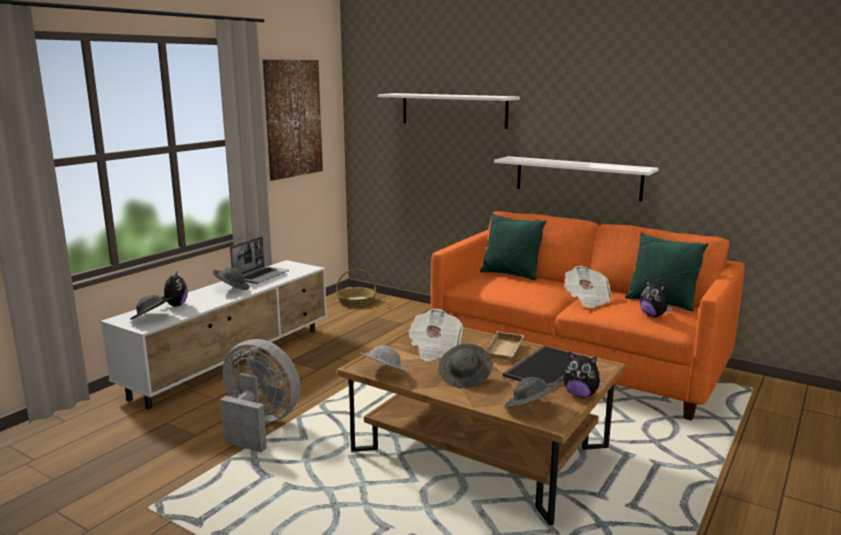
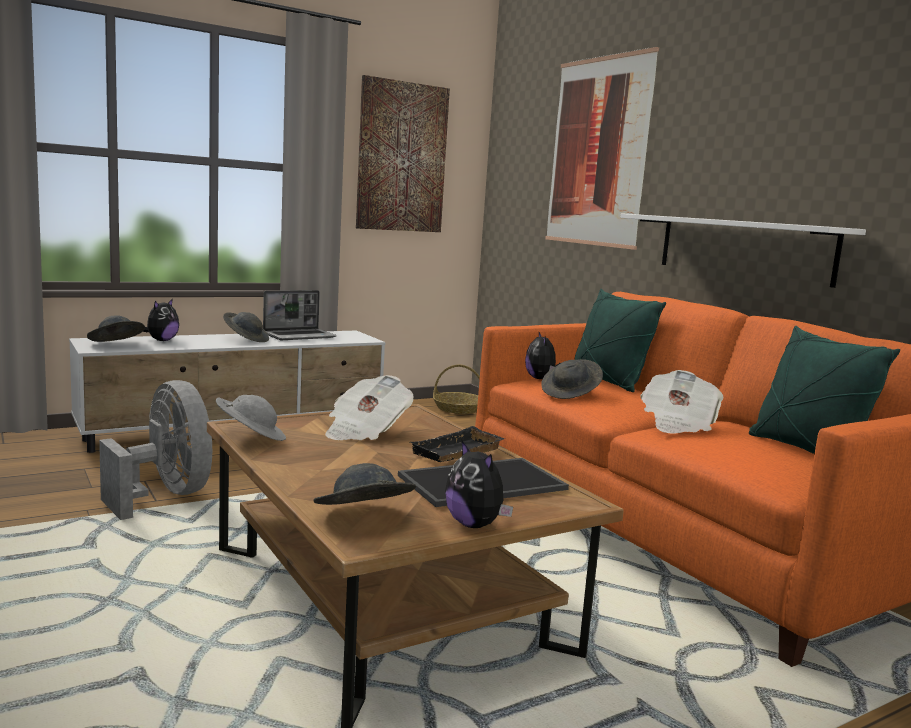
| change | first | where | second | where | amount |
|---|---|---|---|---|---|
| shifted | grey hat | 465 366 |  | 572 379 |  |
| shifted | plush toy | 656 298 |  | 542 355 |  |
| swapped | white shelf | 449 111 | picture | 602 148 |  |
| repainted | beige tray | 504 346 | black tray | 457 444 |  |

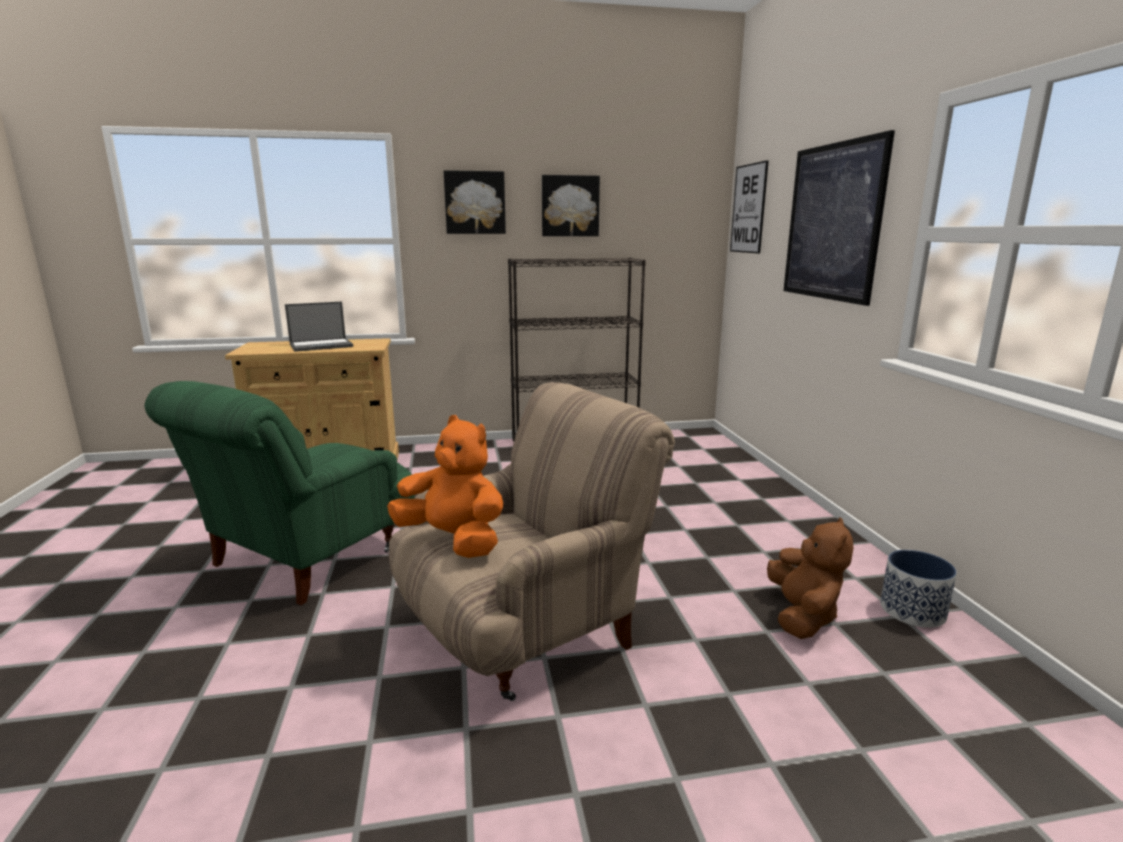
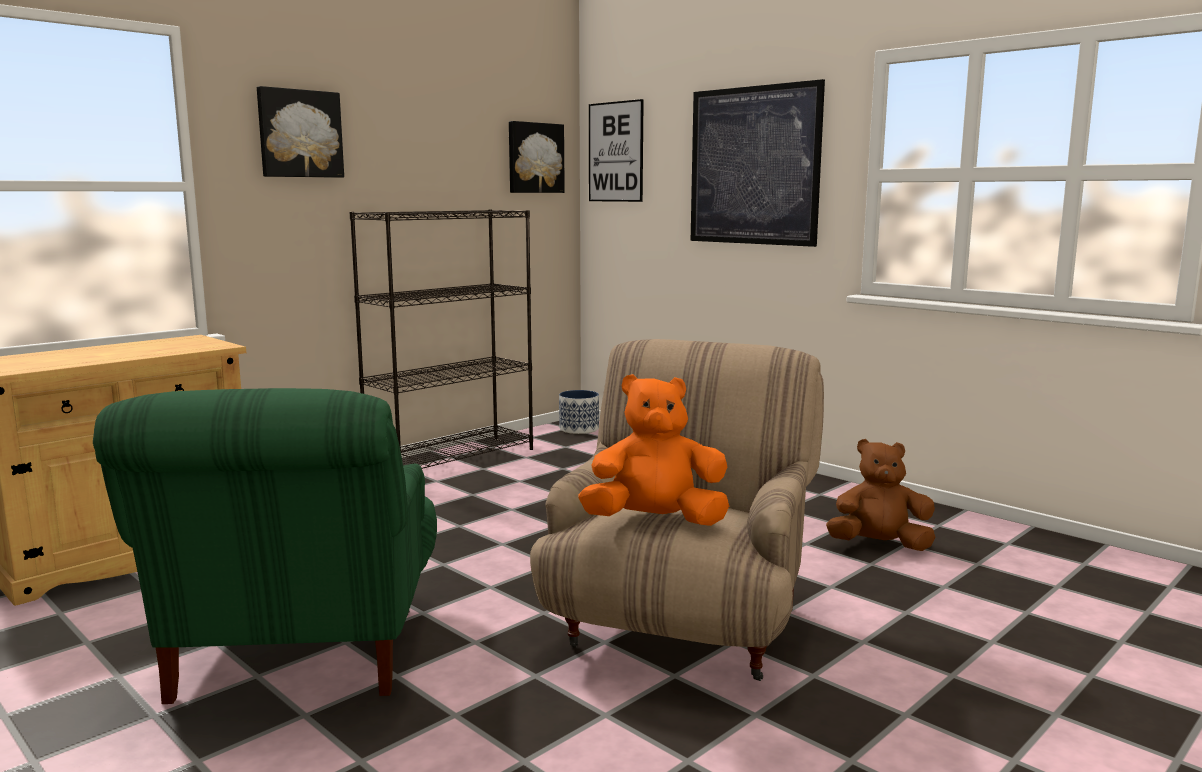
| change | first | where | second | where | amount |
|---|---|---|---|---|---|
| gone | laptop | 319 327 |  |  |  |
| shifted | picture | 571 205 |  | 537 157 |  |
| shifted | planter | 918 589 |  | 579 412 |  |
| rotated | brown plush toy | 810 578 |  | 880 495 | 60 degrees counterclockwise |

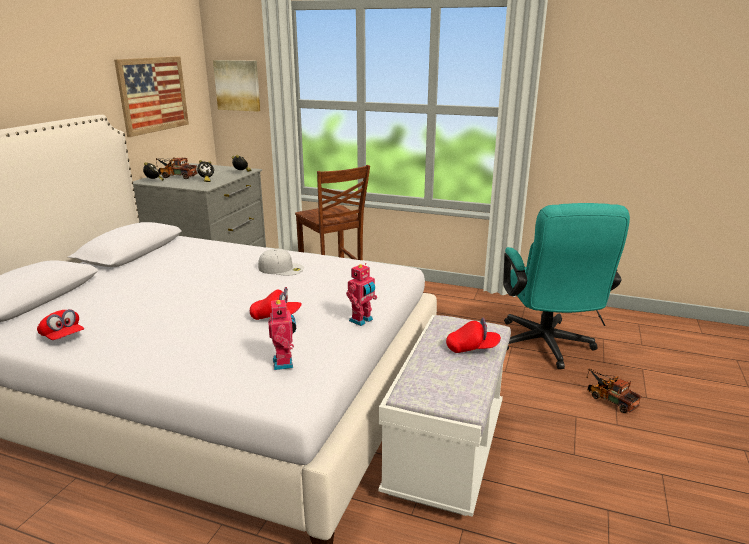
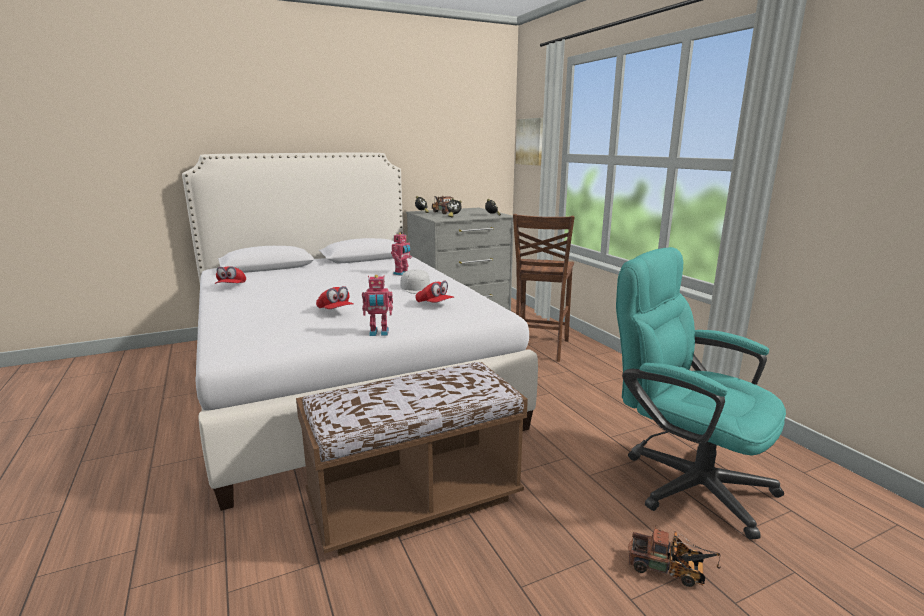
| change | first | where | second | where | amount |
|---|---|---|---|---|---|
| gone | picture | 151 96 |  |  |  |
| shifted | toy robot | 282 333 |  | 401 254 |  |
| shifted | red cap | 473 335 |  | 435 292 |  |
| repainted | white bench | 445 416 | brown bench | 412 459 |  |
| rotated | turquoise office chair | 566 286 |  | 701 393 | 90 degrees clockwise |
| rotated | toy truck | 614 391 |  | 674 556 | 105 degrees clockwise |

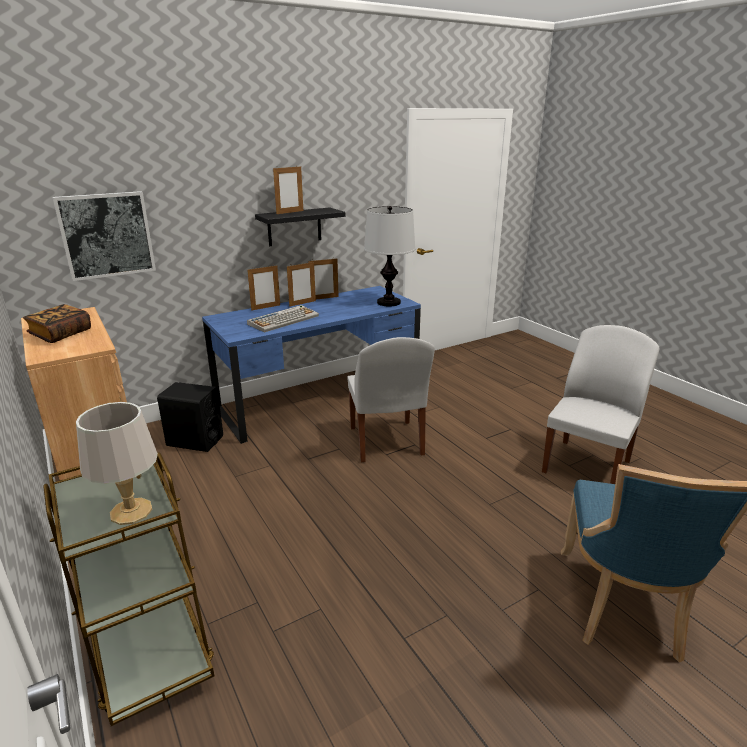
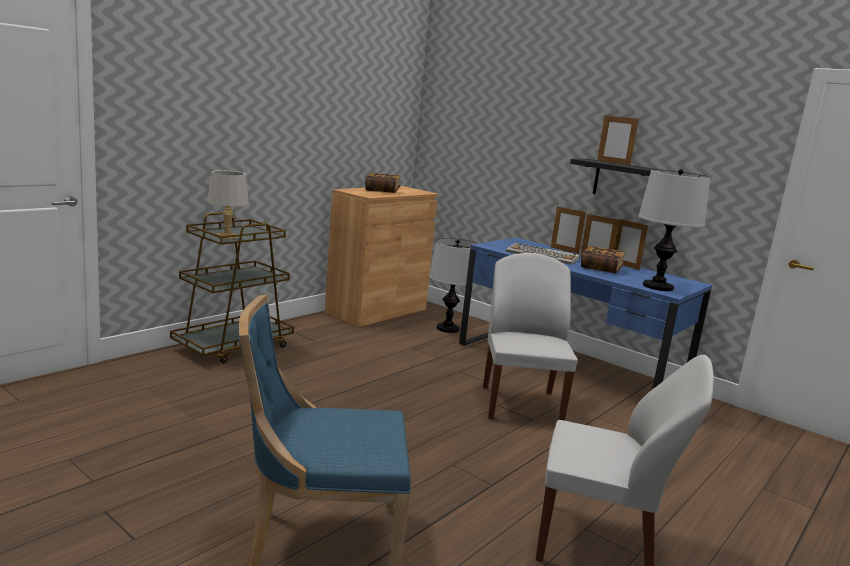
| change | first | where | second | where | amount |
|---|---|---|---|---|---|
| gone | picture | 104 236 |  |  |  |
| new |  |  | book | 603 259 |  |
| swapped | black speaker | 190 417 | table lamp | 453 285 |  |
| rotated | white chair | 391 399 |  | 530 337 | 120 degrees clockwise |

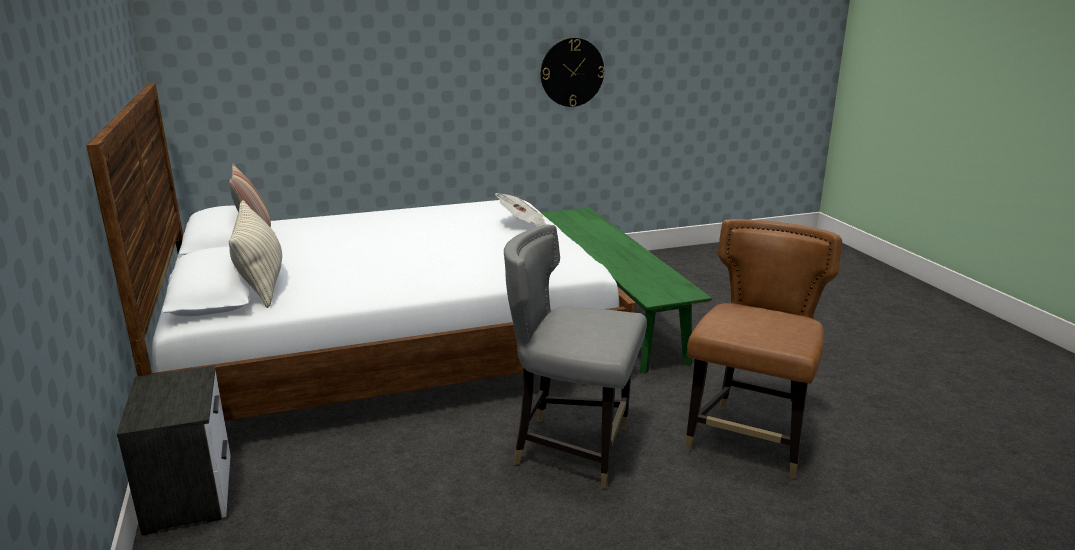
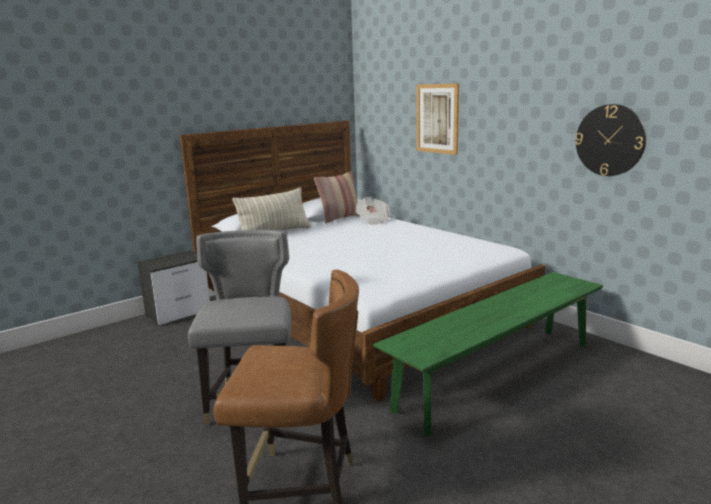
| change | first | where | second | where | amount |
|---|---|---|---|---|---|
| new |  |  | picture | 437 119 |  |
| shifted | newspaper | 520 209 |  | 372 211 |  |

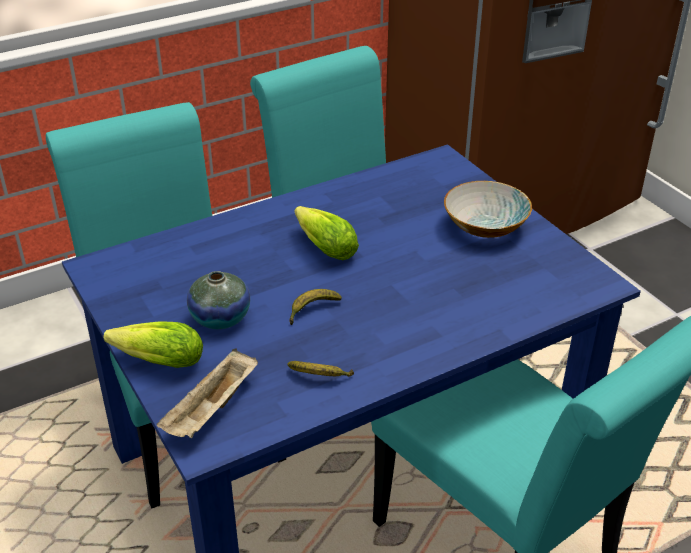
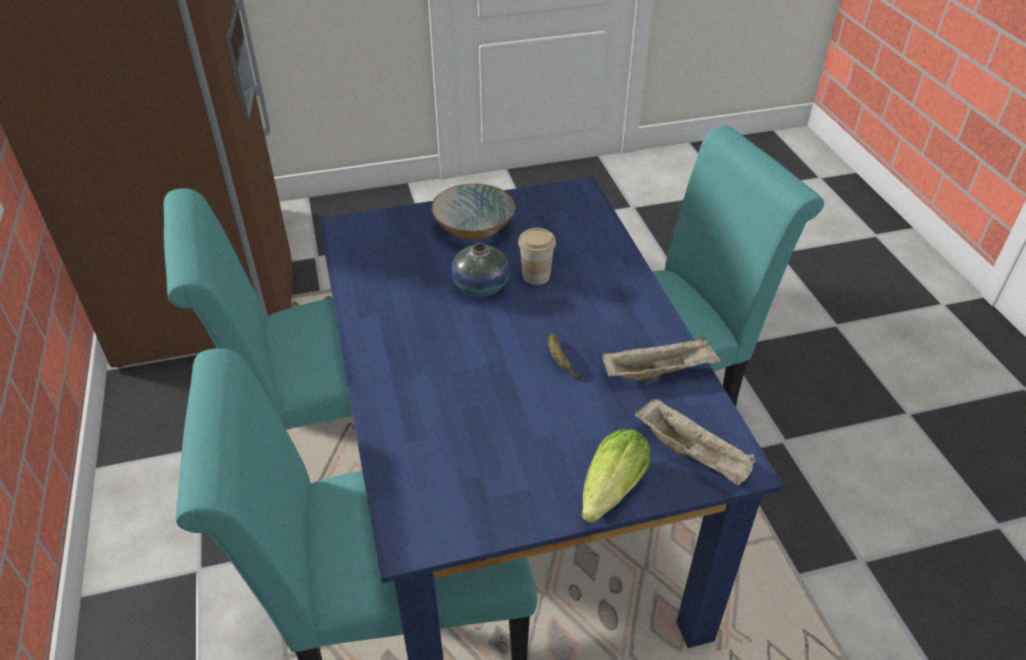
| change | first | where | second | where | amount |
|---|---|---|---|---|---|
| gone | lettuce | 326 233 |  |  |  |
| new |  |  | cup | 537 256 |  |
| shifted | vase | 218 300 |  | 480 270 |  |
| swapped | banana | 320 369 | beige tray | 661 358 |  |

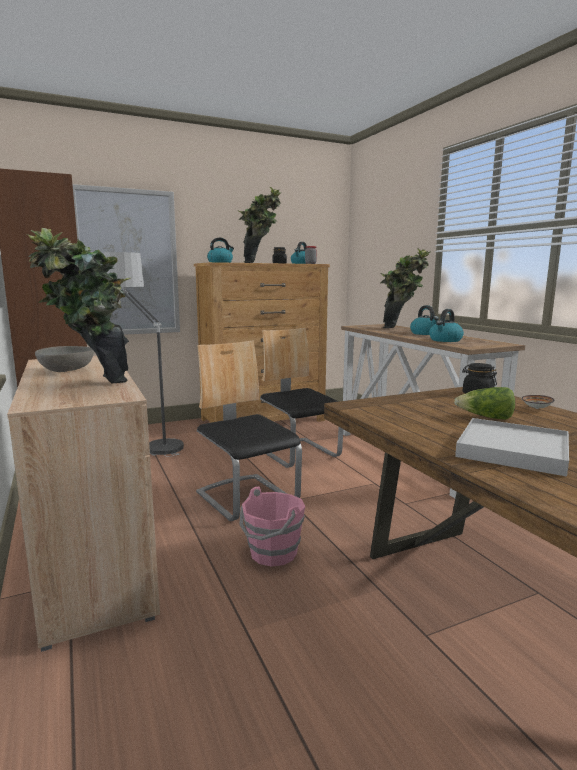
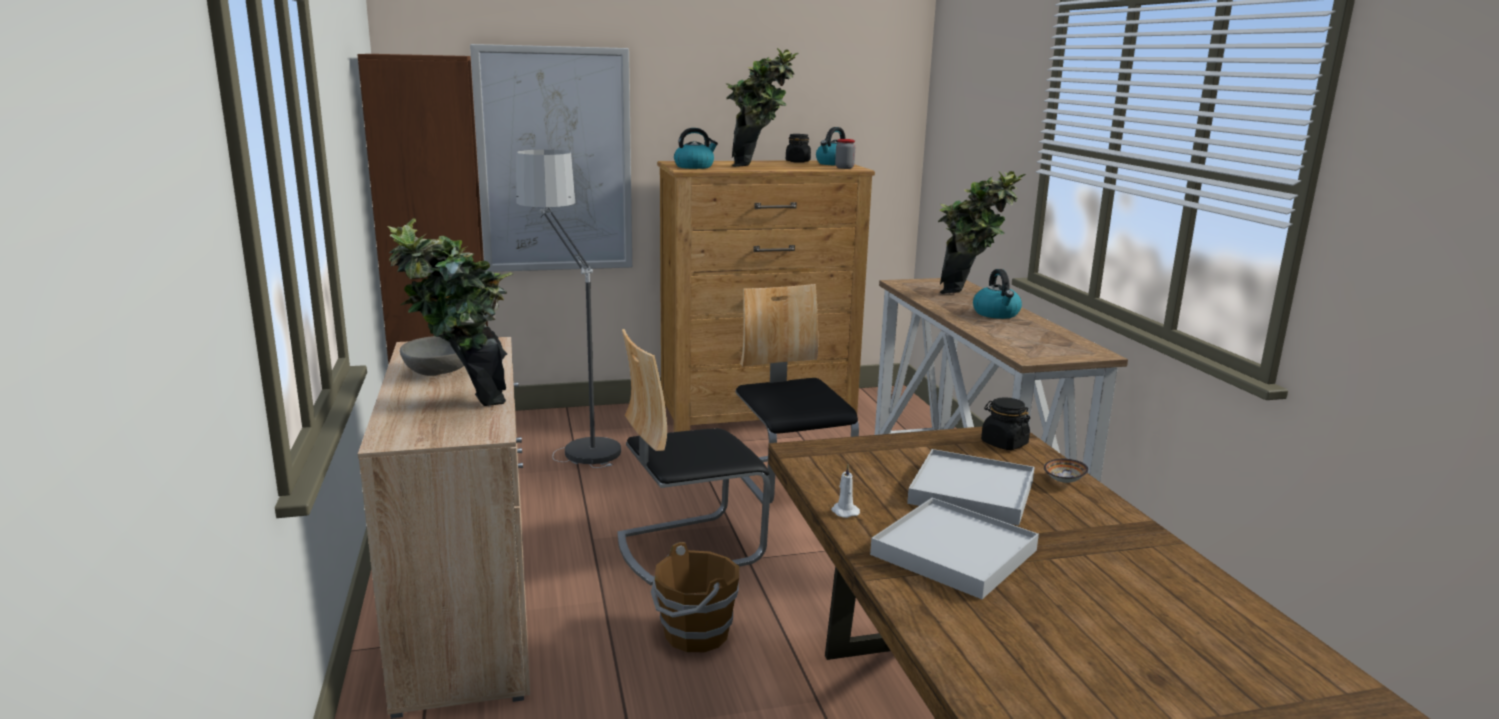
| change | first | where | second | where | amount |
|---|---|---|---|---|---|
| gone | kettle | 446 325 |  |  |  |
| new |  |  | white candle | 845 491 |  |
| swapped | lettuce | 484 403 | white tray | 971 487 |  |
| repainted | pink bucket | 272 526 | brown bucket | 695 597 |  |
| rotated | chair | 249 430 |  | 694 457 | 90 degrees counterclockwise |

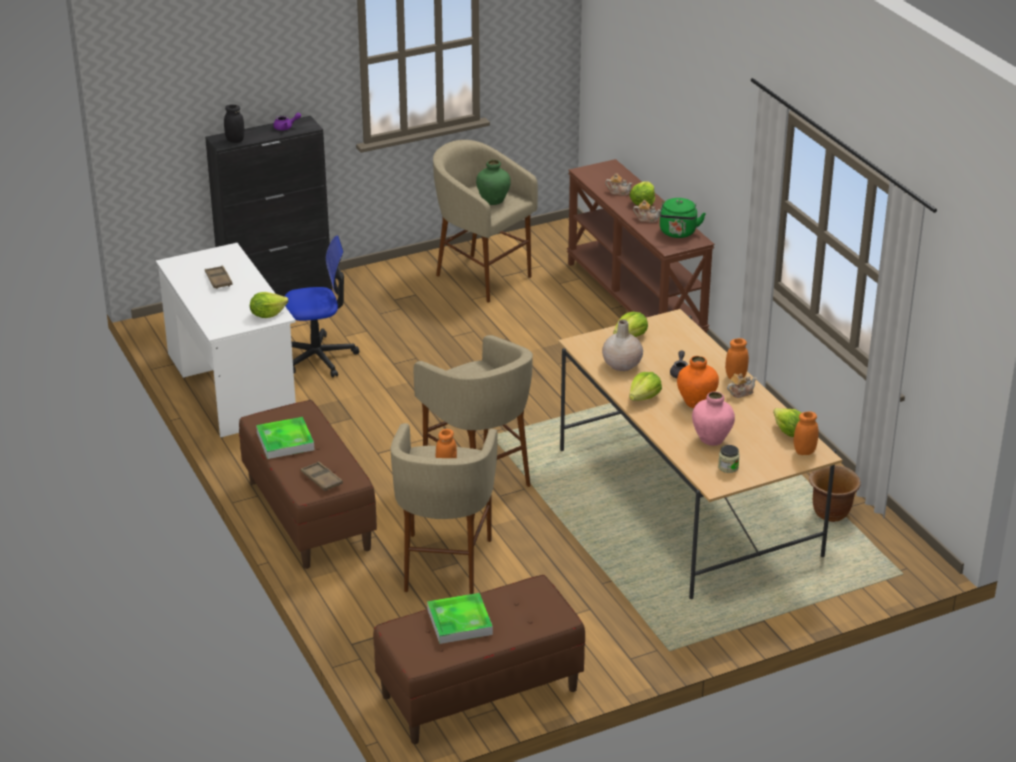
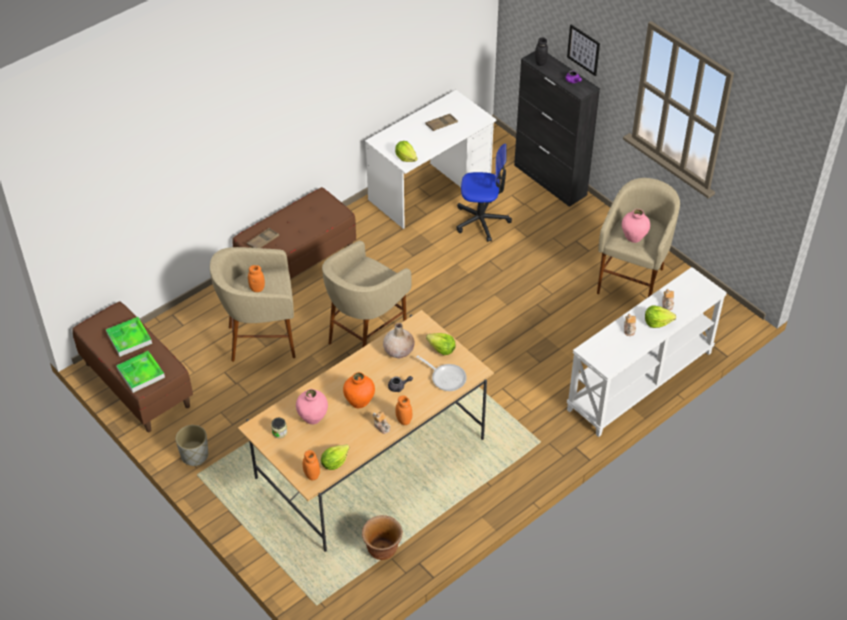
| change | first | where | second | where | amount |
|---|---|---|---|---|---|
| gone | lettuce | 645 386 |  |  |  |
| gone | green kettle | 683 218 |  |  |  |
| new |  |  | grey planter | 192 445 |  |
| new |  |  | frying pan | 441 373 |  |
| new |  |  | picture | 583 50 |  |
| shifted | tray | 285 438 |  | 140 372 |  |
| repainted | green vase | 493 182 | pink vase | 636 226 |  |
| repainted | brown console table | 641 246 | white console table | 646 352 |  |
| rotated | office chair | 322 306 |  | 484 193 | 60 degrees counterclockwise |

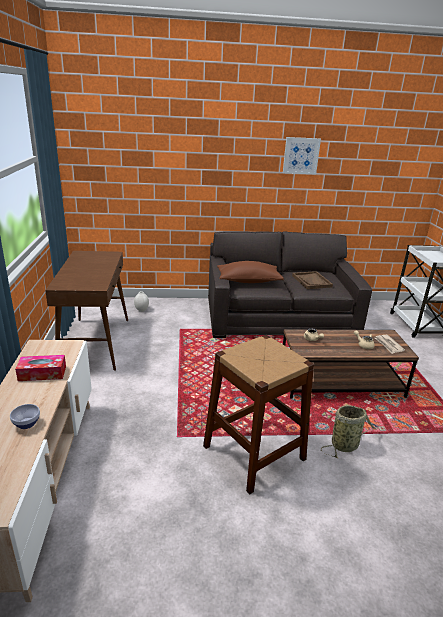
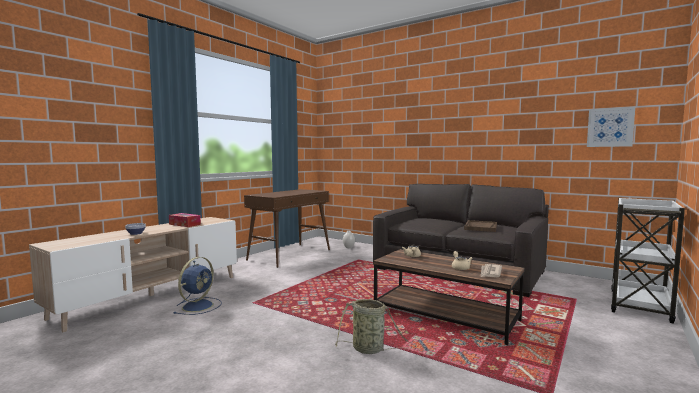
| change | first | where | second | where | amount |
|---|---|---|---|---|---|
| gone | brown stool | 258 414 |  |  |  |
| gone | brown pillow | 250 272 |  |  |  |
| new |  |  | blue fan | 198 286 |  |
| shifted | picture | 302 156 |  | 611 127 |  |

